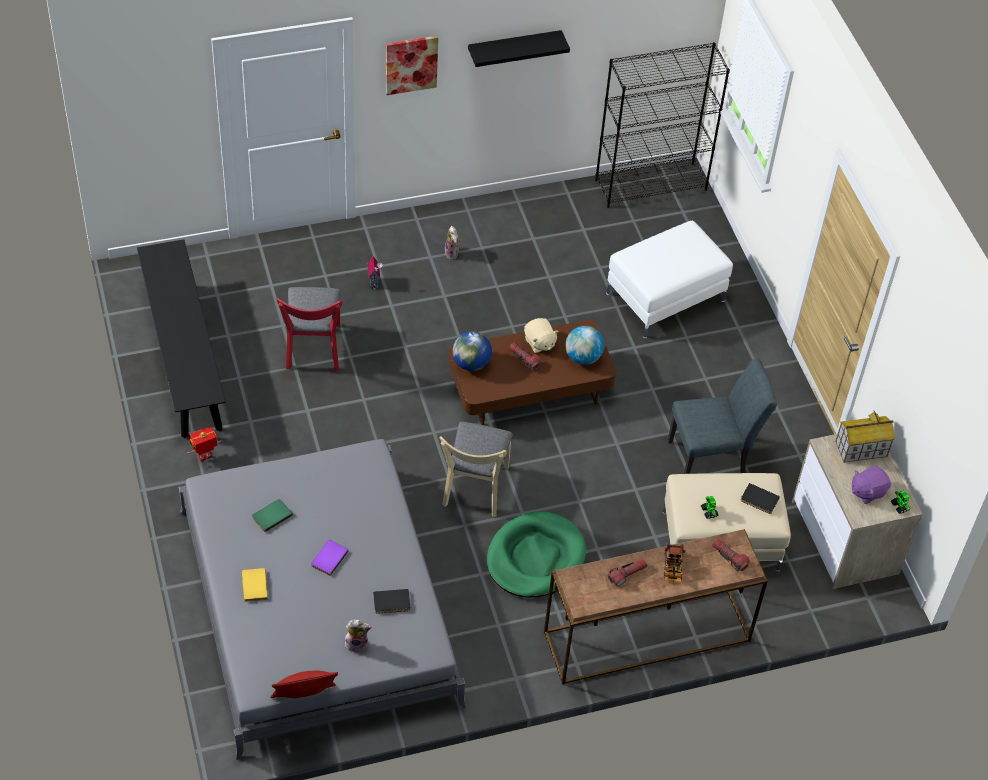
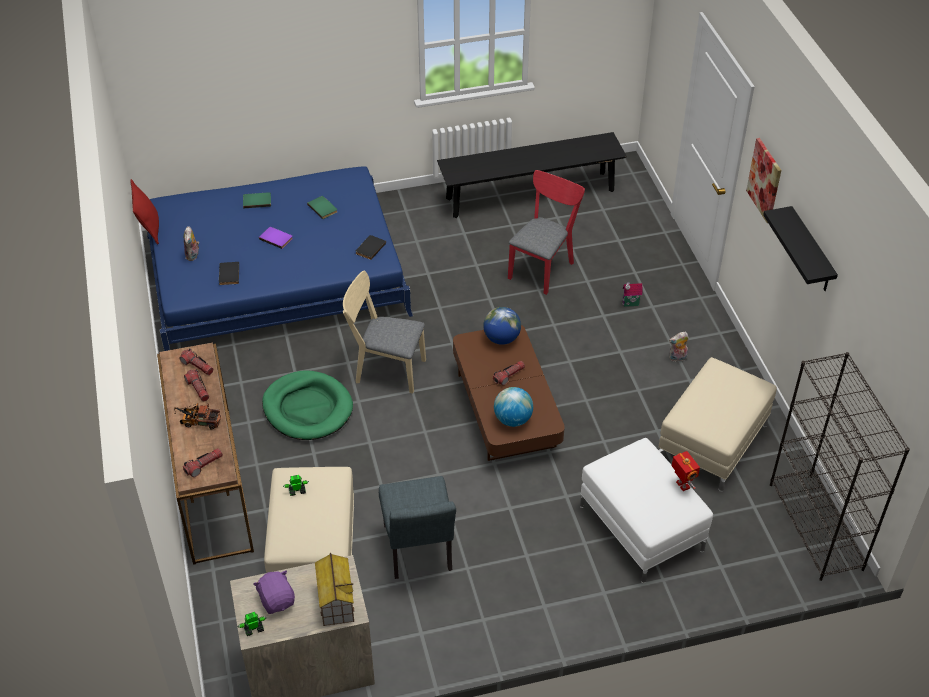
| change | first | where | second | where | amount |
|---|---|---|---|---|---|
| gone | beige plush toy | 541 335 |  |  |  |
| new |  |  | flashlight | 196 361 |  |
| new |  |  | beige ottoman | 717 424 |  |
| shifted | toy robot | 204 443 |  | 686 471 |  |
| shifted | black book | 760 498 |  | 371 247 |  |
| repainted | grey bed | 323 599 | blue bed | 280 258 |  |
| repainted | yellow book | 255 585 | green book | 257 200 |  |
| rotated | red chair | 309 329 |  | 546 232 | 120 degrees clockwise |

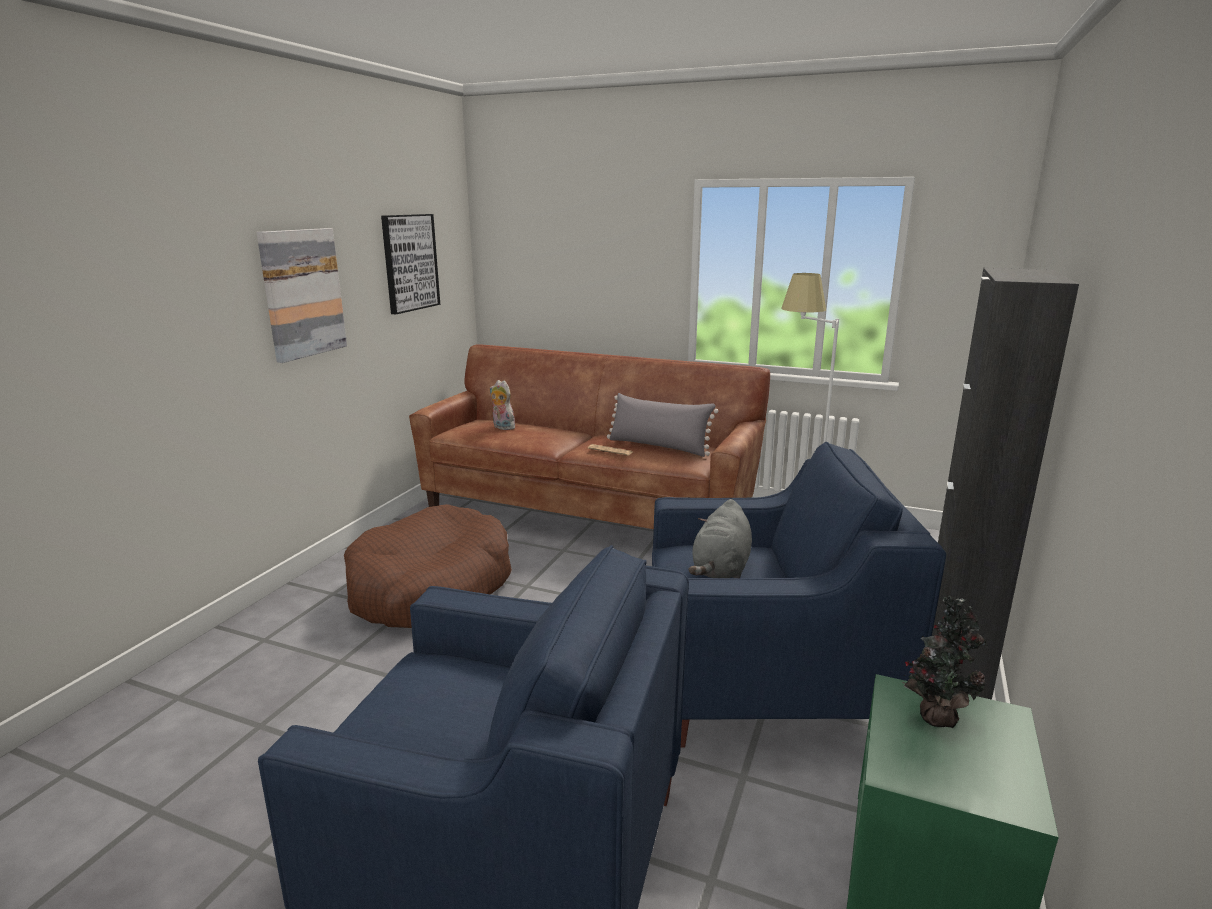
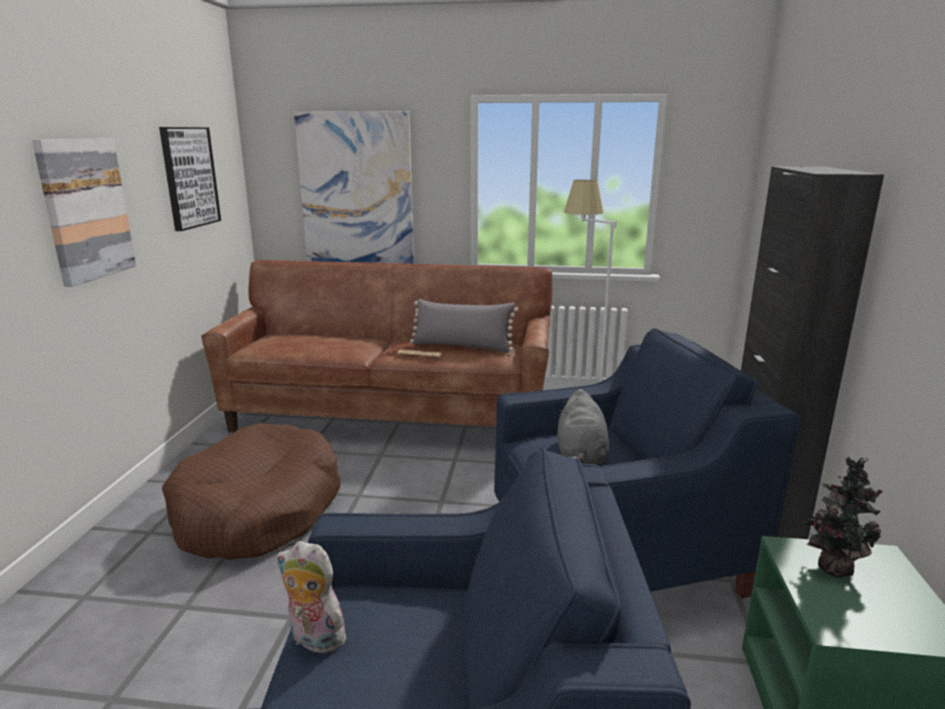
| change | first | where | second | where | amount |
|---|---|---|---|---|---|
| new |  |  | picture | 354 187 |  |
| shifted | plush toy | 502 405 |  | 314 597 |  |

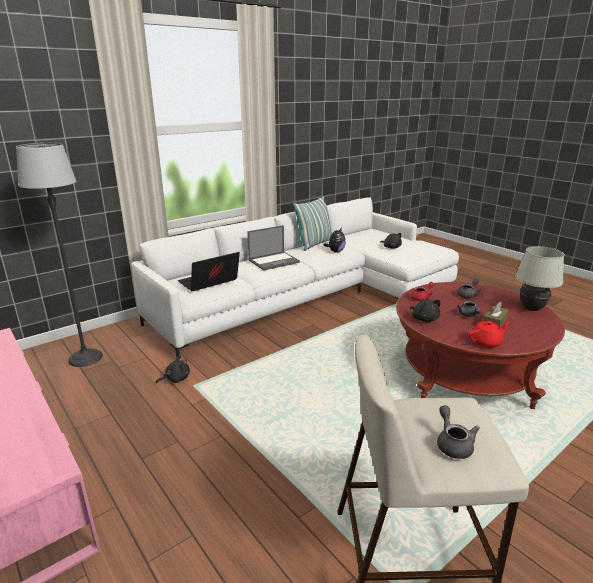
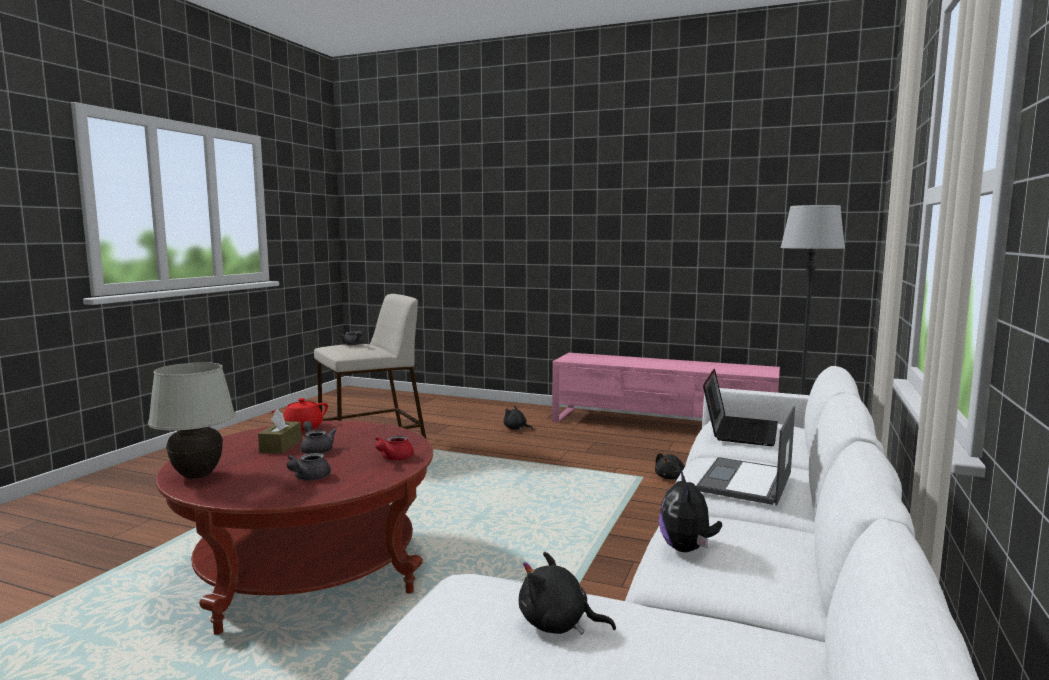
| change | first | where | second | where | amount |
|---|---|---|---|---|---|
| gone | pillow | 312 223 |  |  |  |
| shifted | black plush toy | 425 310 |  | 518 418 |  |

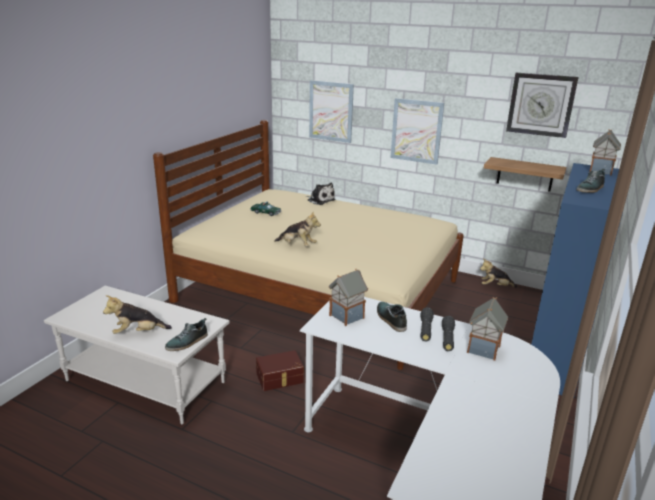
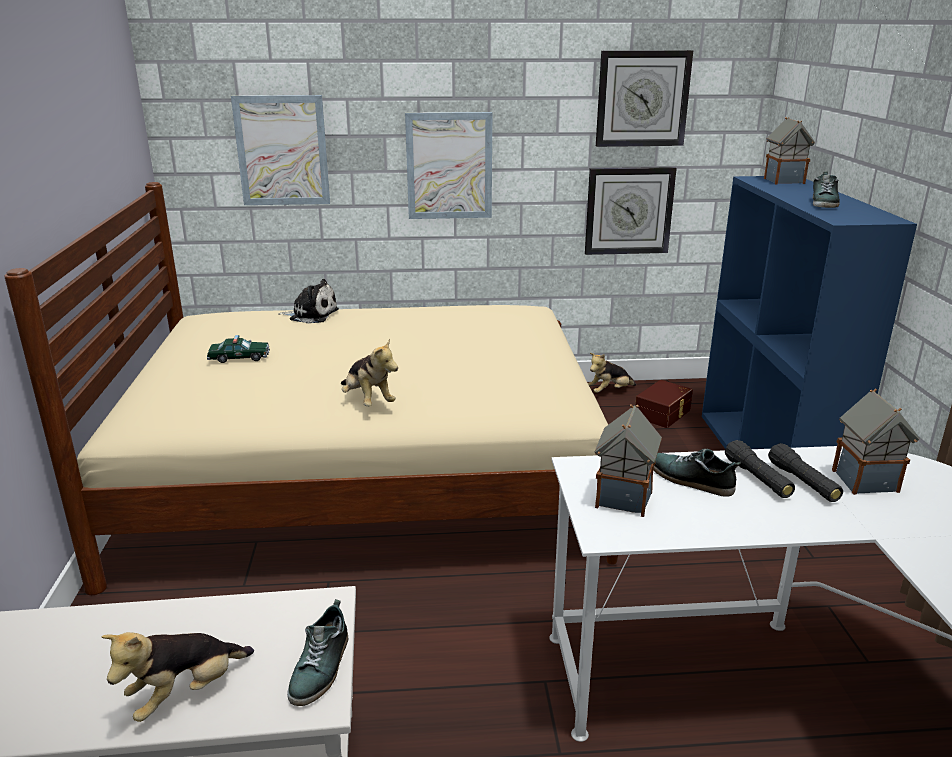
| change | first | where | second | where | amount |
|---|---|---|---|---|---|
| shifted | brown storage box | 280 370 |  | 664 404 |  |
| swapped | shelf | 525 174 | wall clock | 631 211 |  |
| rotated | plush toy | 297 229 |  | 369 372 | 60 degrees clockwise |

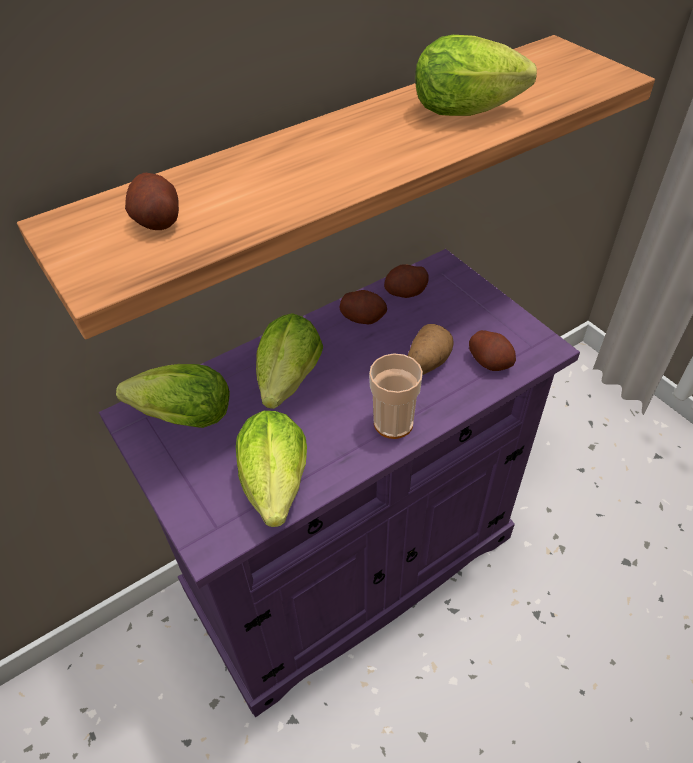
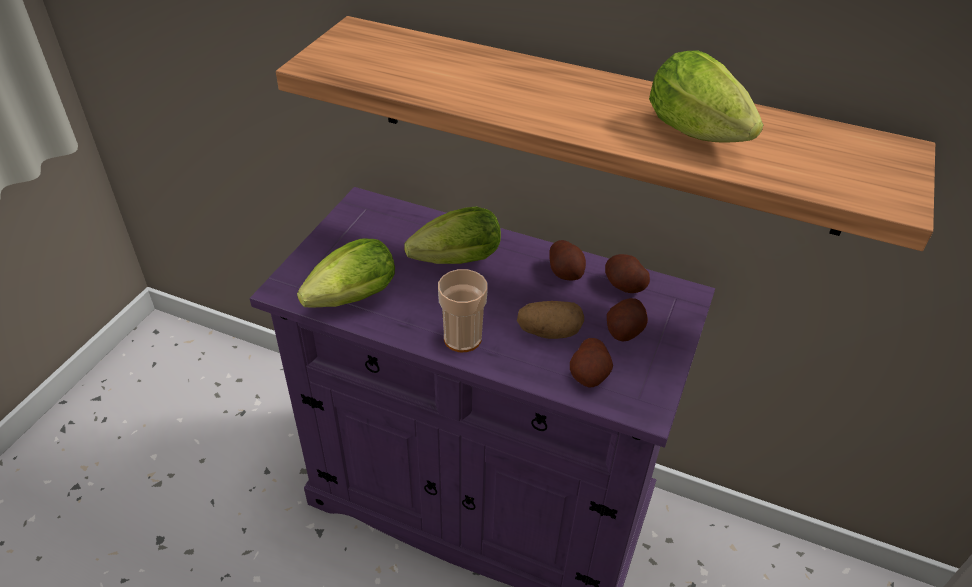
| change | first | where | second | where | amount |
|---|---|---|---|---|---|
| gone | lettuce | 173 396 |  |  |  |
| shifted | potato | 152 201 |  | 627 319 |  |

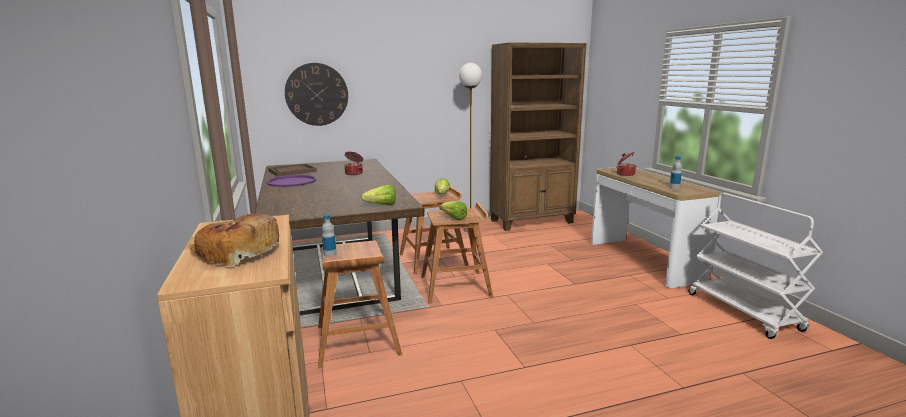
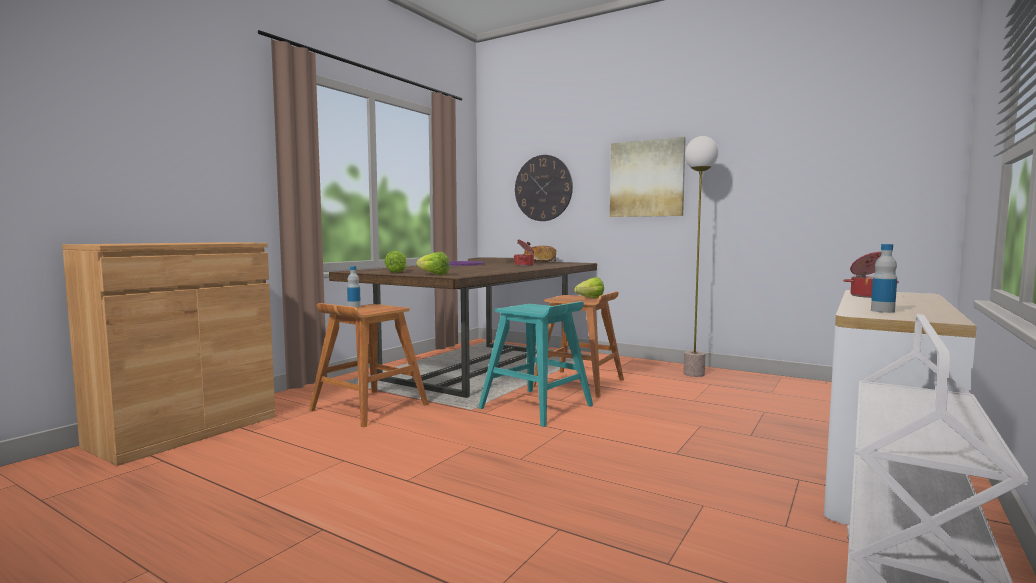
| change | first | where | second | where | amount |
|---|---|---|---|---|---|
| gone | brown bookcase | 538 136 |  |  |  |
| new |  |  | picture | 648 177 |  |
| shifted | bread | 234 240 |  | 540 254 |  |
| shifted | lettuce | 453 210 |  | 395 262 |  |
| repainted | brown stool | 457 253 | turquoise stool | 535 364 |  |

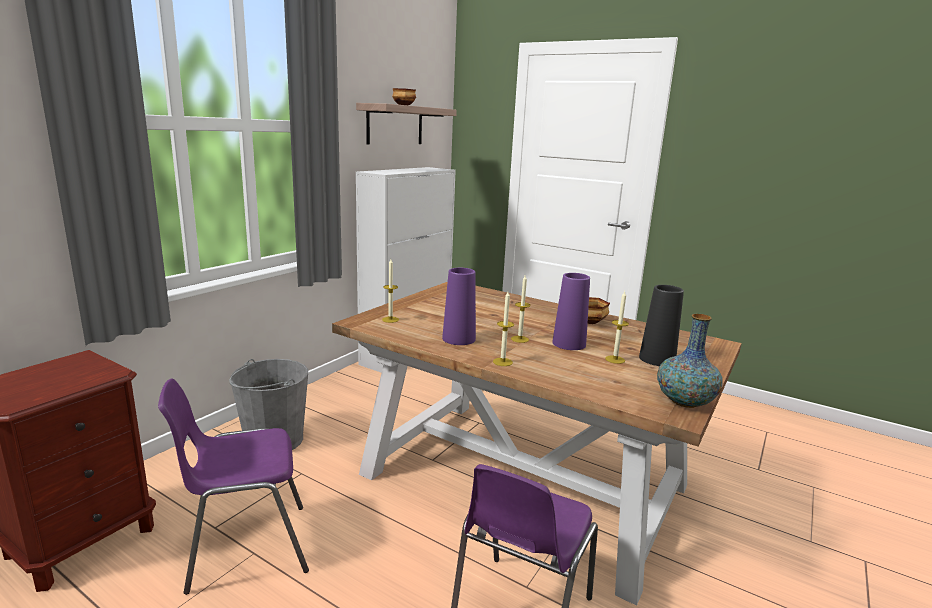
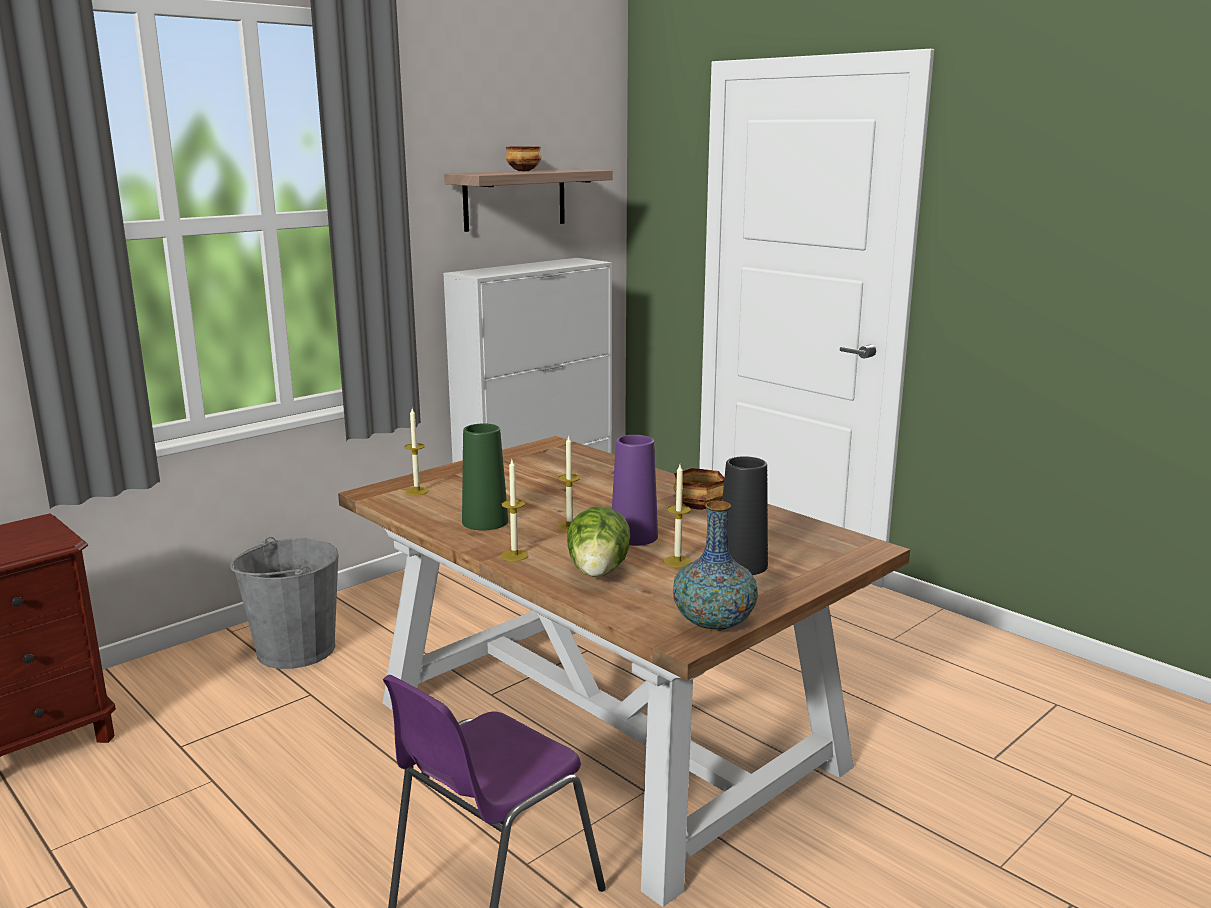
| change | first | where | second | where | amount |
|---|---|---|---|---|---|
| gone | purple chair | 233 486 |  |  |  |
| new |  |  | lettuce | 598 541 |  |
| repainted | purple vase | 459 306 | green vase | 485 477 |  |

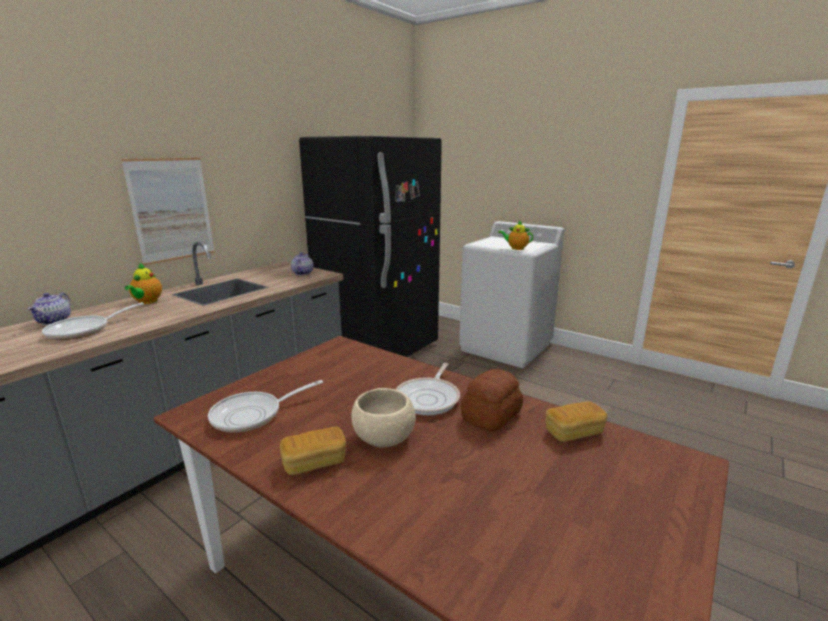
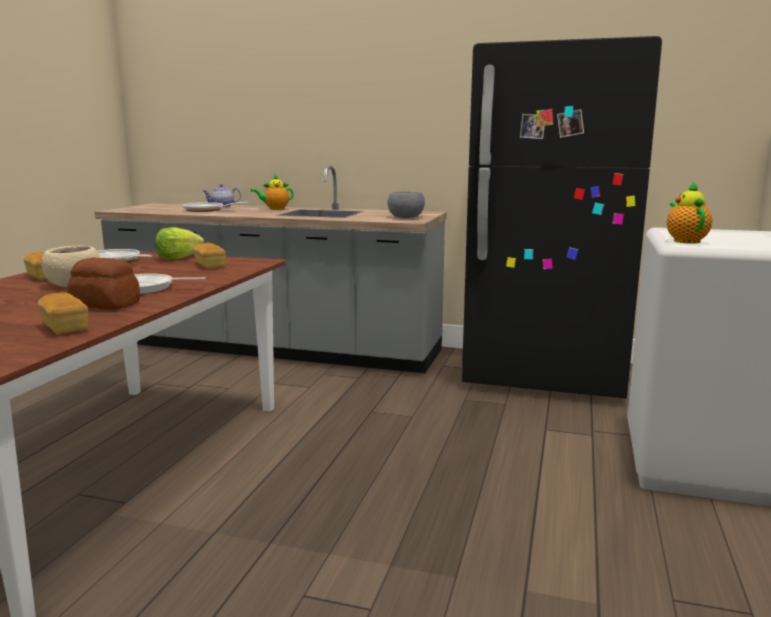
| change | first | where | second | where | amount |
|---|---|---|---|---|---|
| gone | picture | 168 212 |  |  |  |
| new |  |  | lettuce | 179 243 |  |
| new |  |  | bread | 209 255 |  |
| swapped | teapot | 302 263 | grey bowl | 406 204 |  |

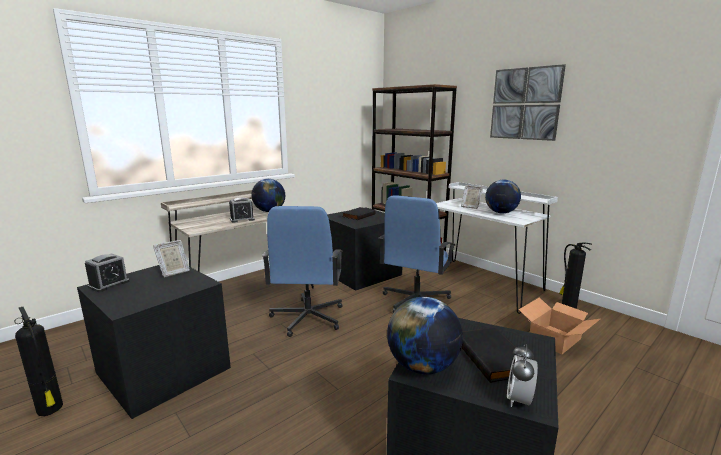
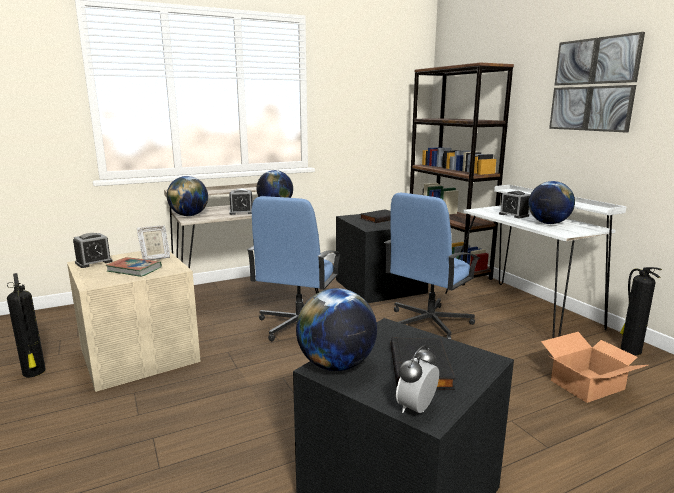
| change | first | where | second | where | amount |
|---|---|---|---|---|---|
| new |  |  | book | 133 267 |  |
| new |  |  | globe | 187 196 |  |
| swapped | picture frame | 472 197 | alarm clock | 514 204 |  |
| repainted | black storage box | 154 342 | beige storage box | 134 321 |  |

